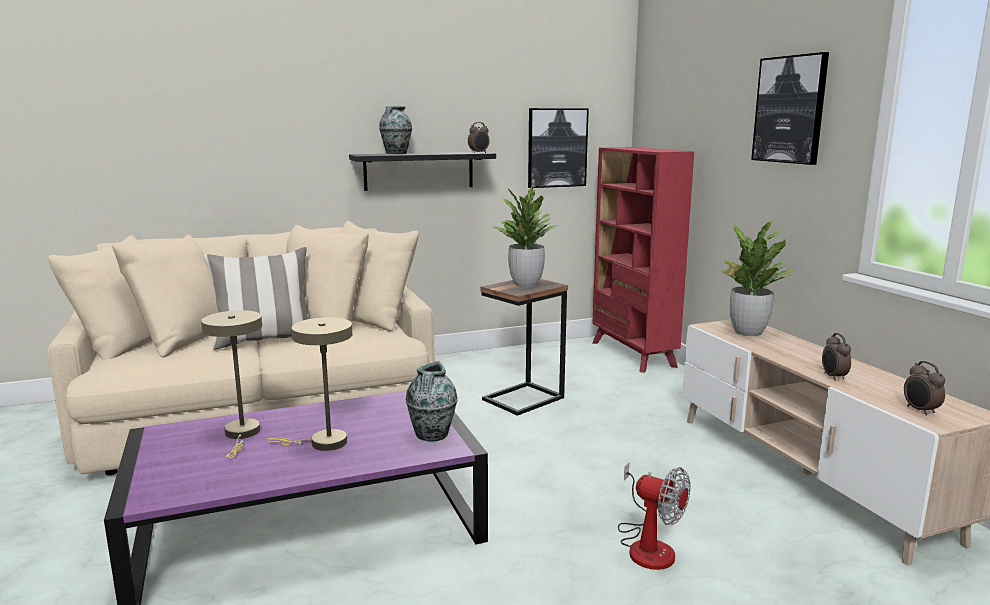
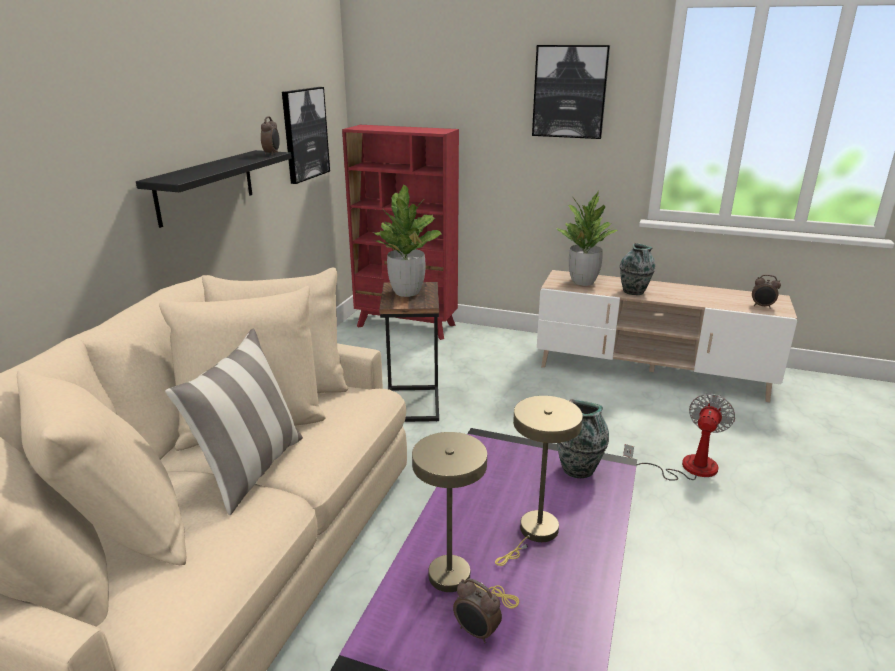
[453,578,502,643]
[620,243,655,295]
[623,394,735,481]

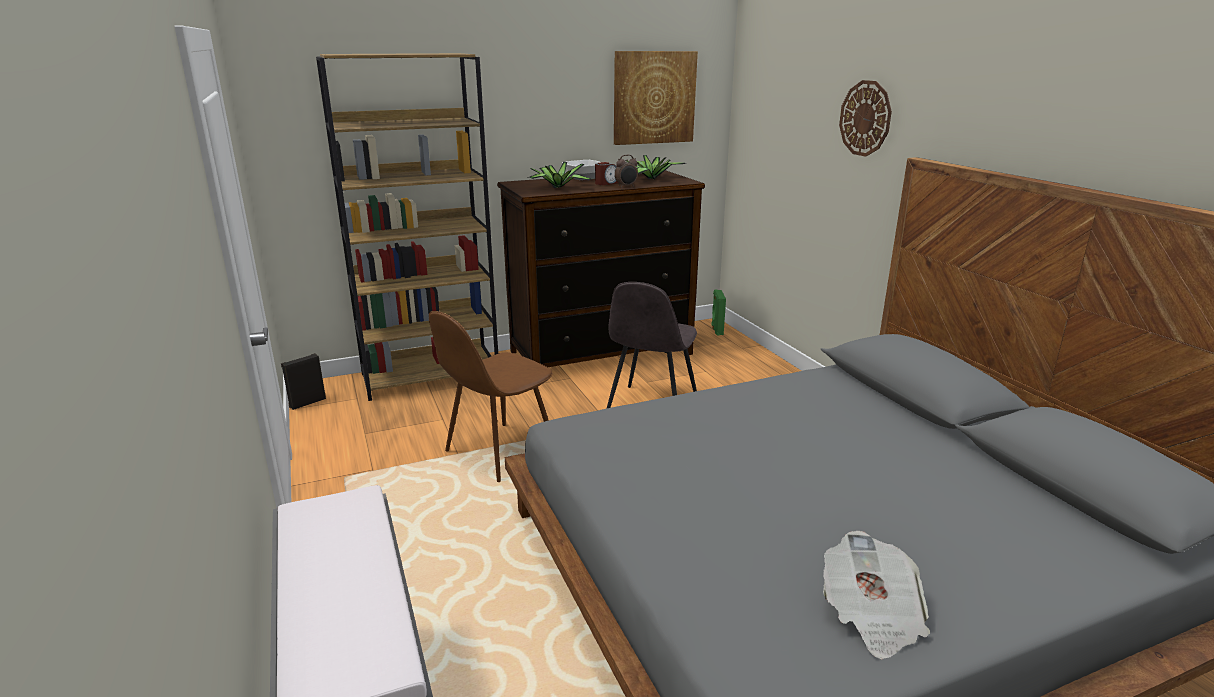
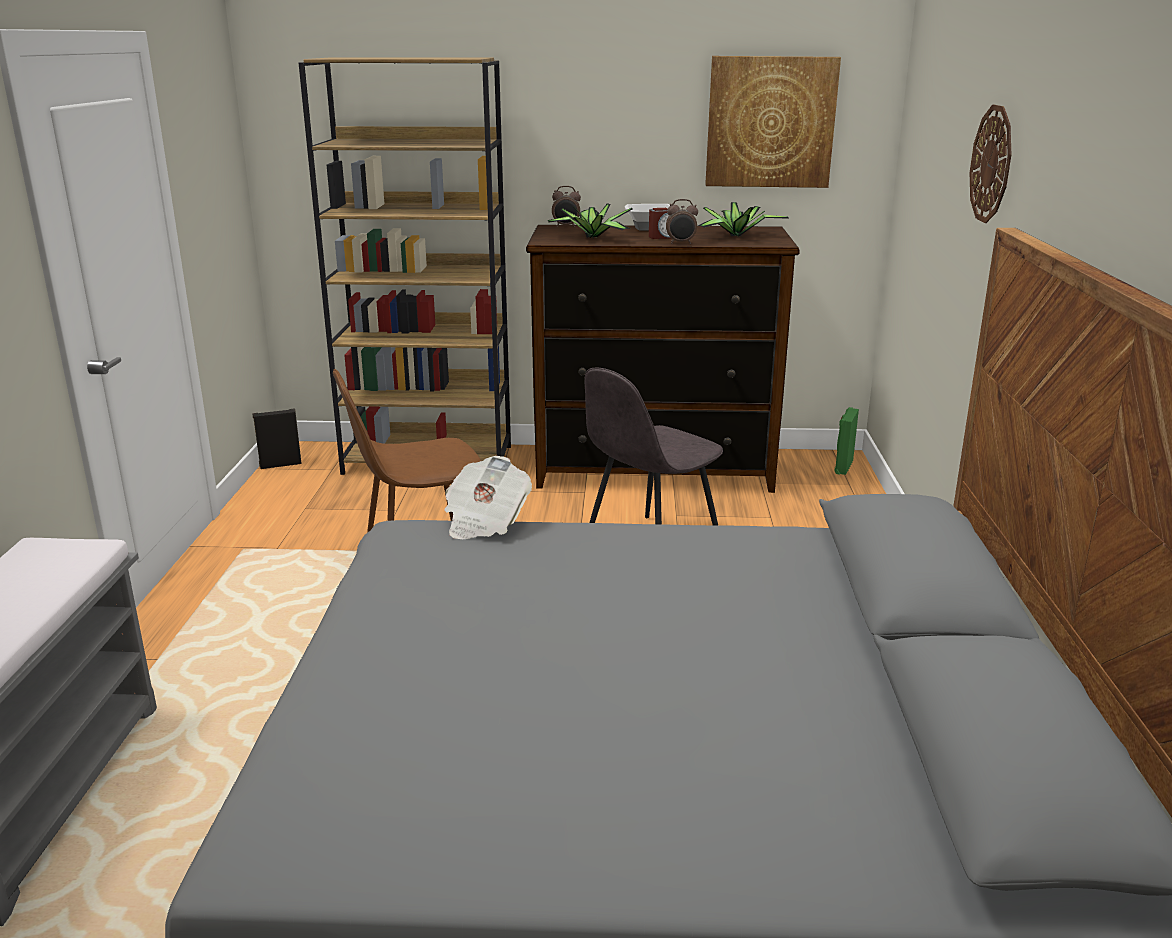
[444,456,532,539]
[552,186,581,227]

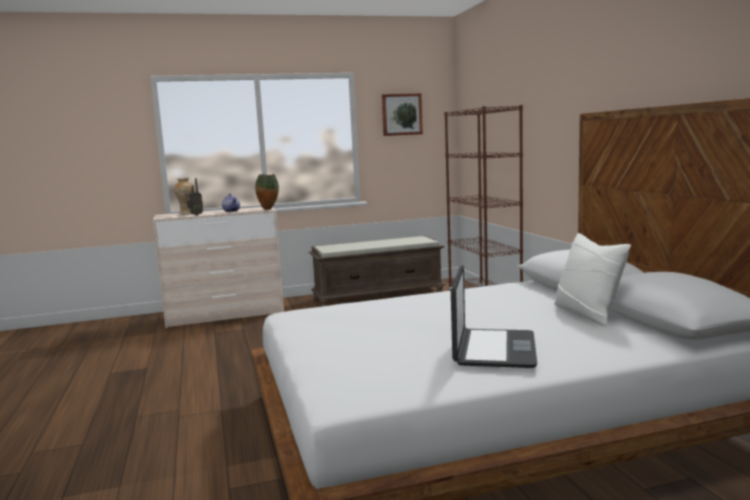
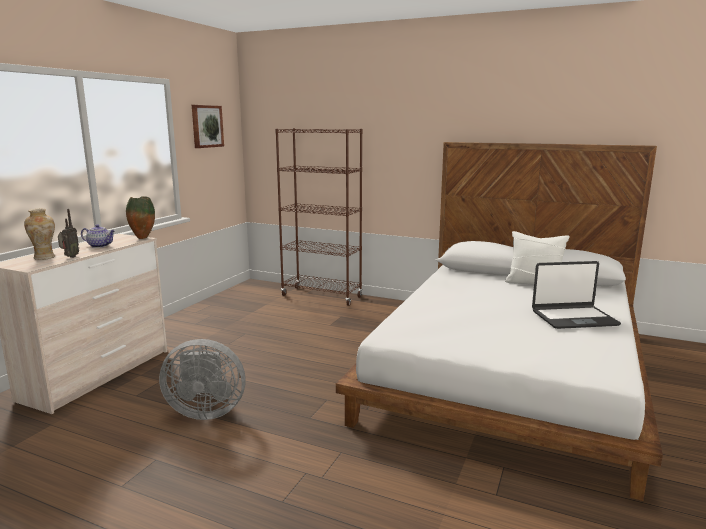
[159,339,246,420]
[532,261,621,329]
[309,236,445,307] (first image)

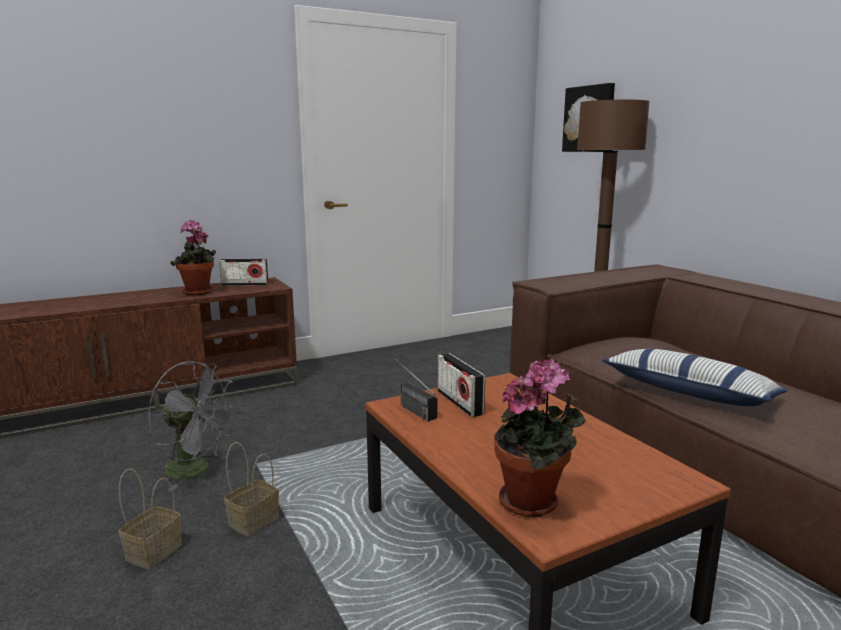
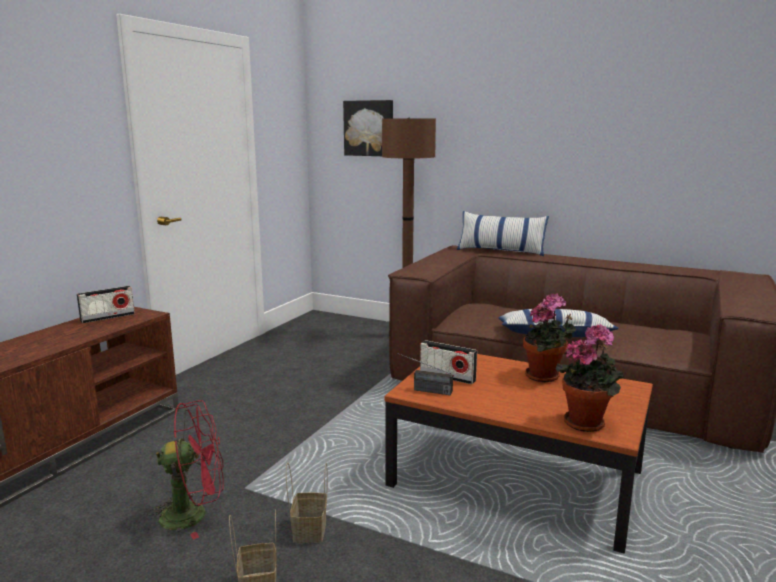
[147,400,224,540]
[457,211,549,256]
[523,293,576,382]

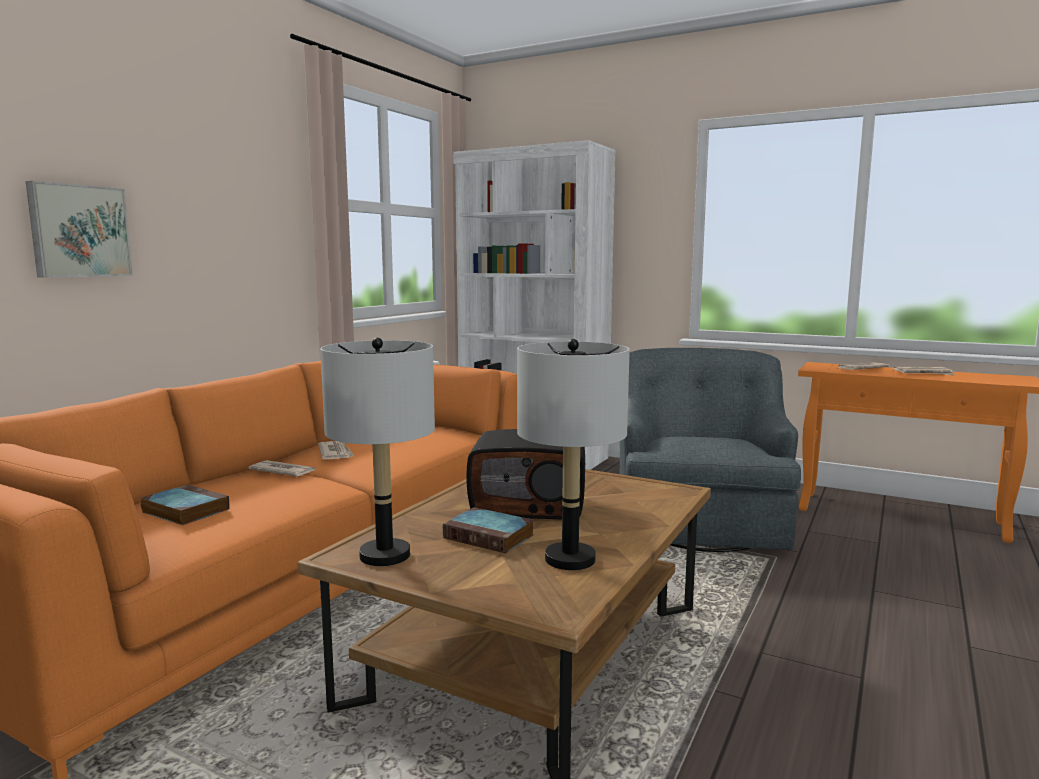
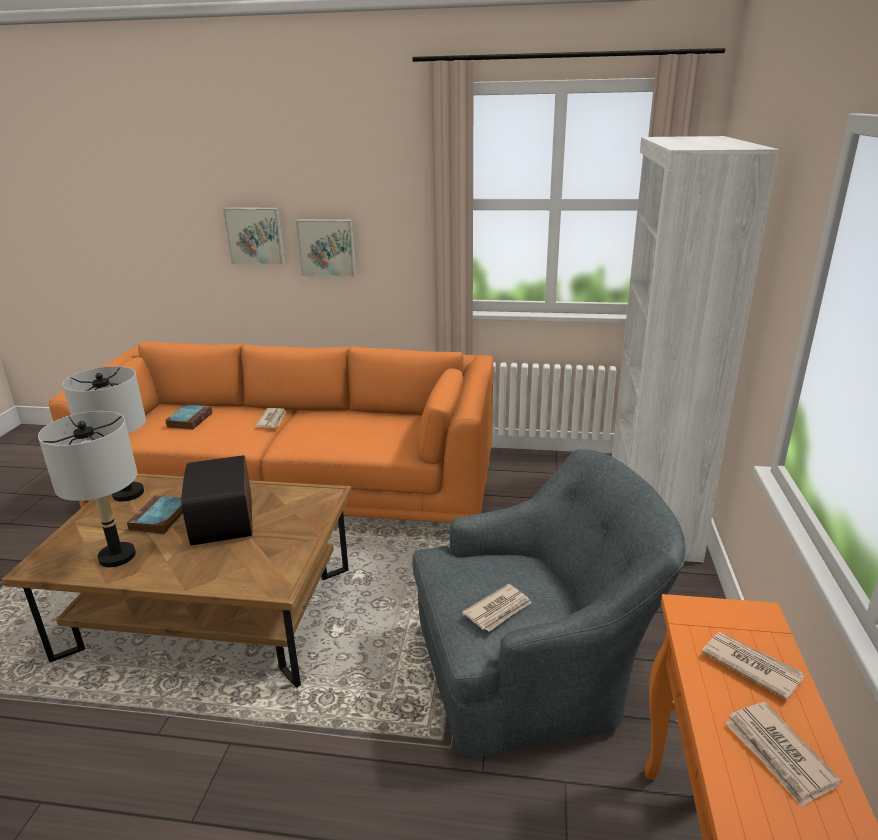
[296,219,356,277]
[462,584,532,632]

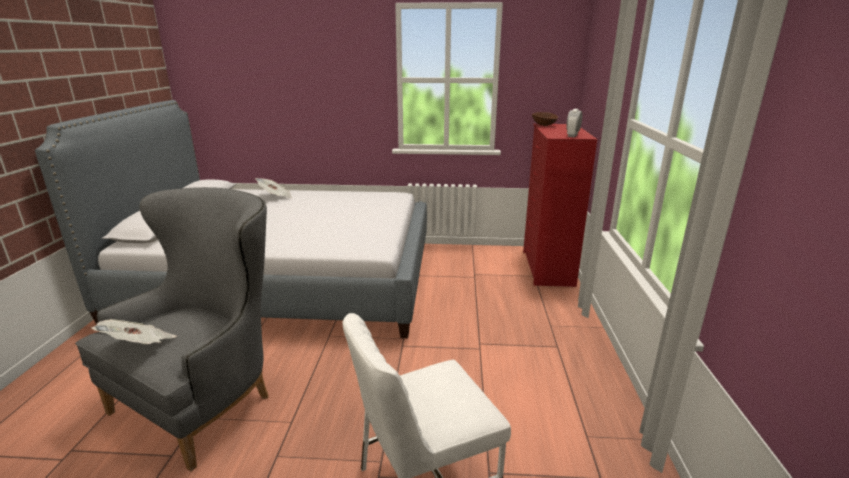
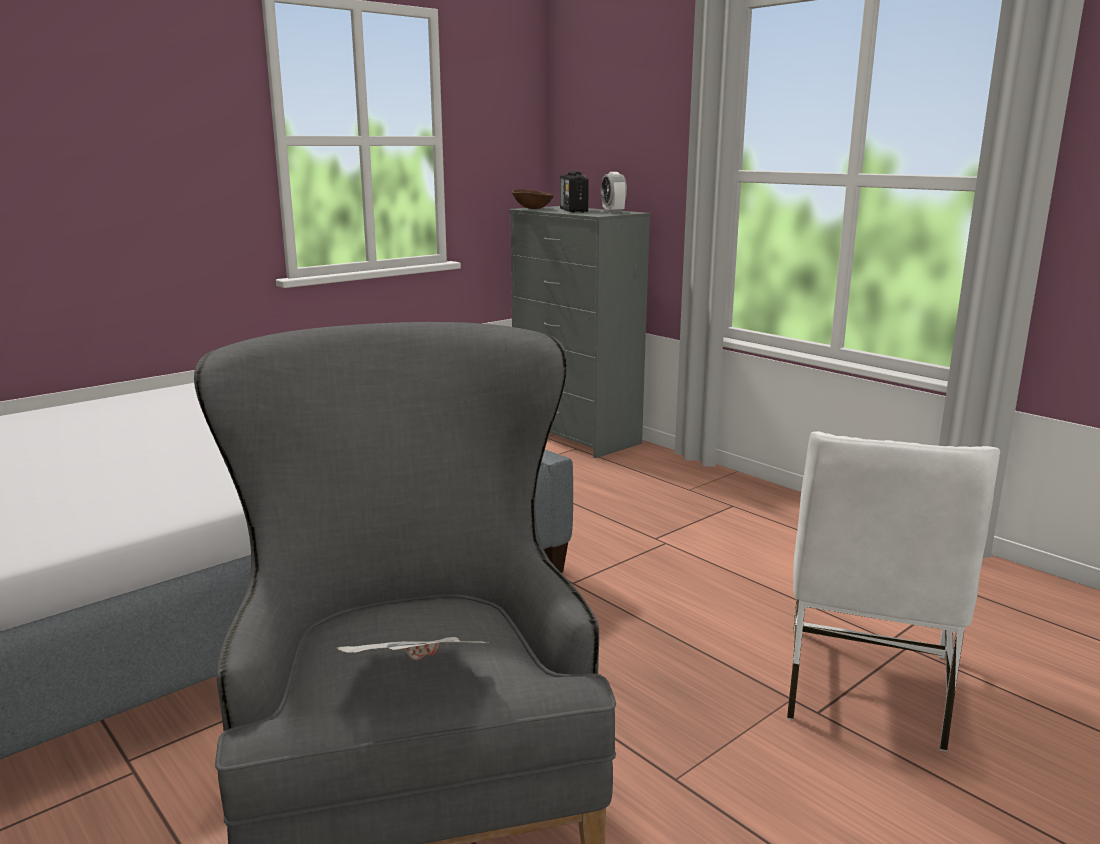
[508,206,651,458]
[560,171,589,212]
[255,178,292,198] (first image)

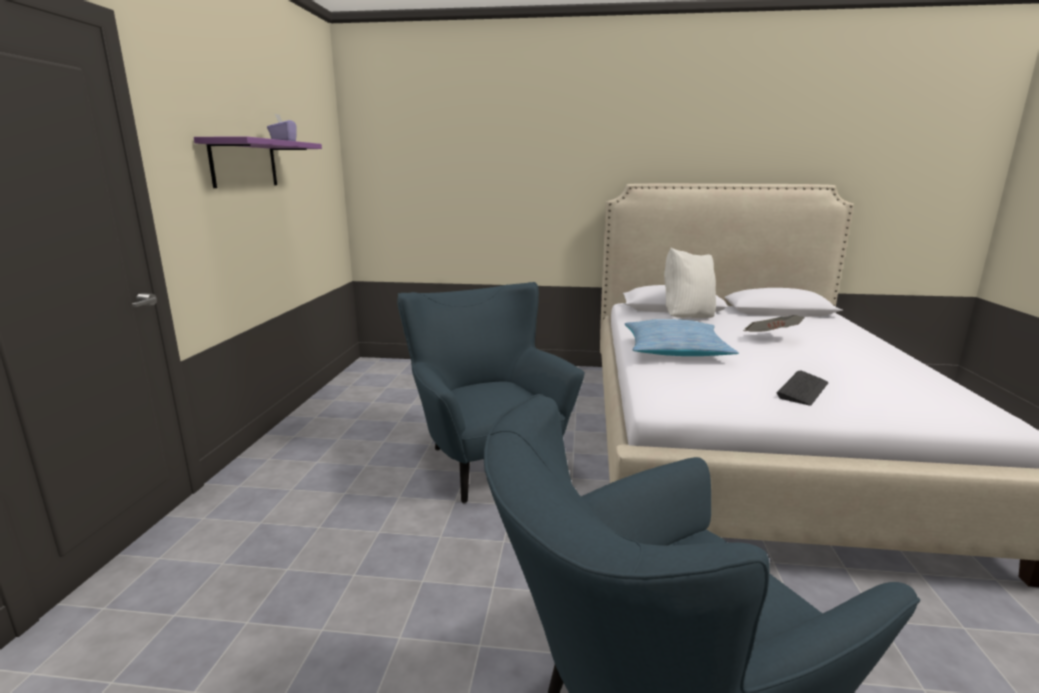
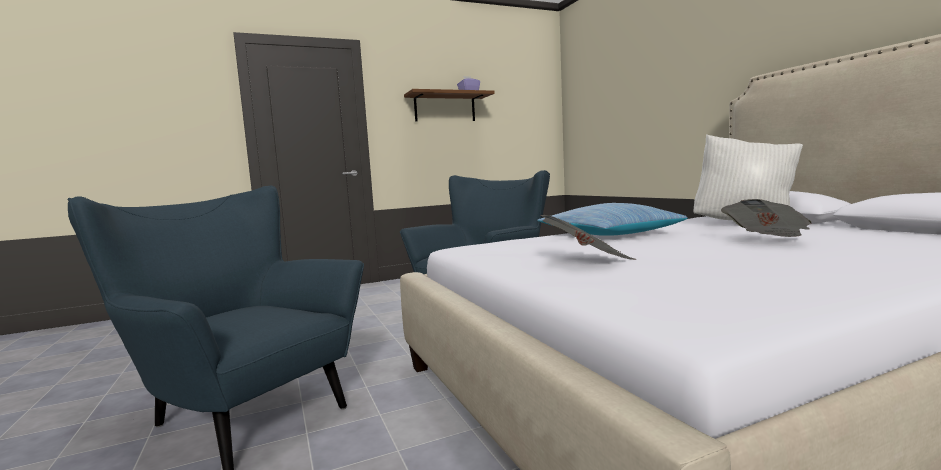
[404,89,495,121]
[540,215,636,260]

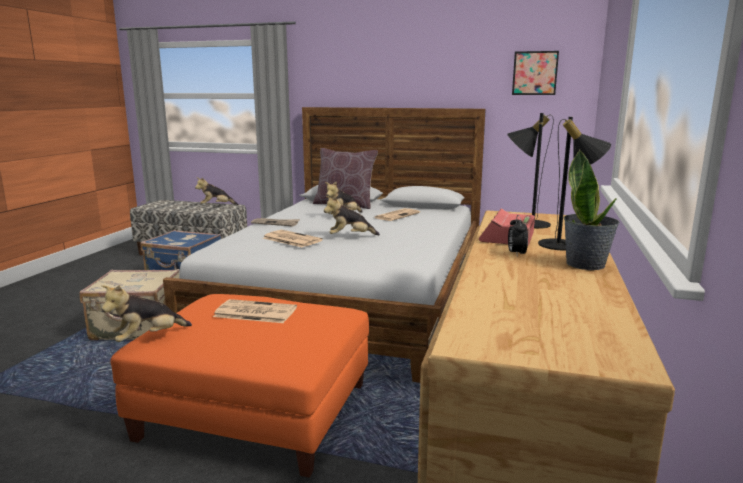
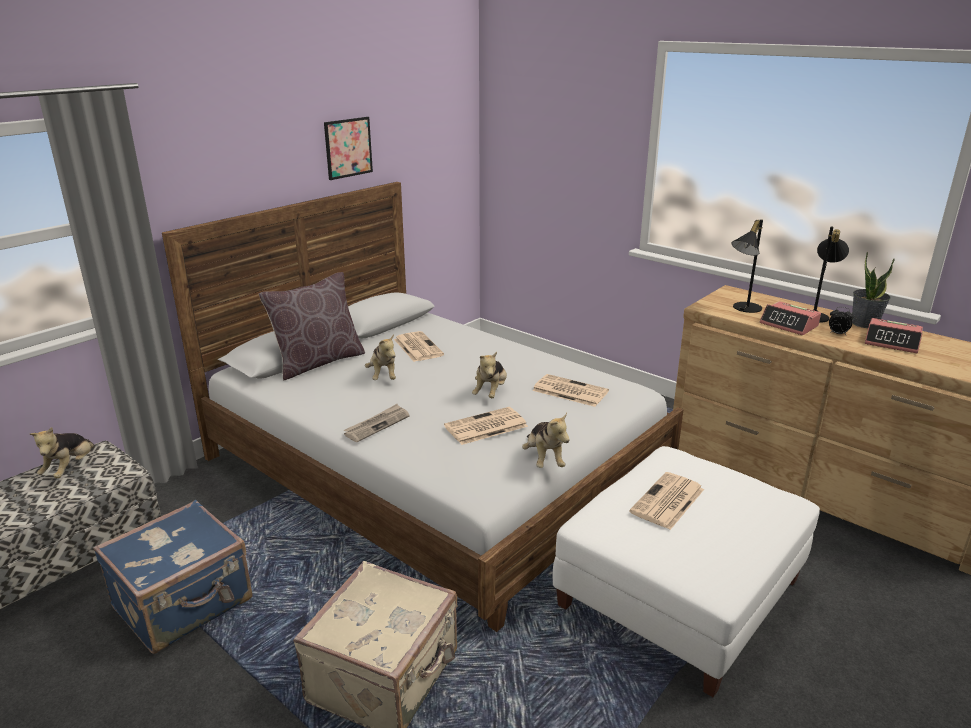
[324,117,373,180]
[522,413,570,468]
[532,374,609,407]
[553,446,820,697]
[864,318,923,353]

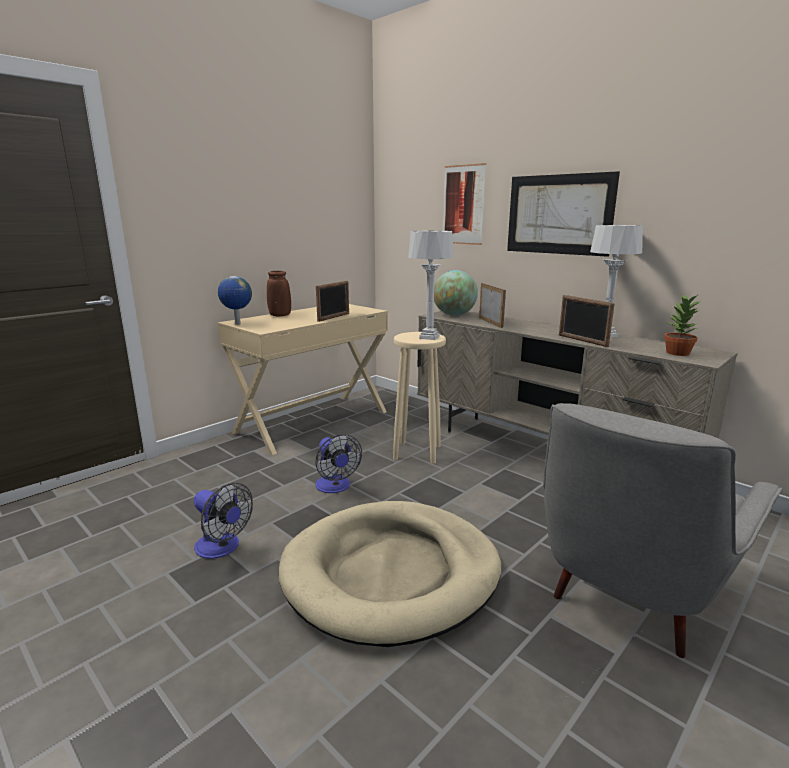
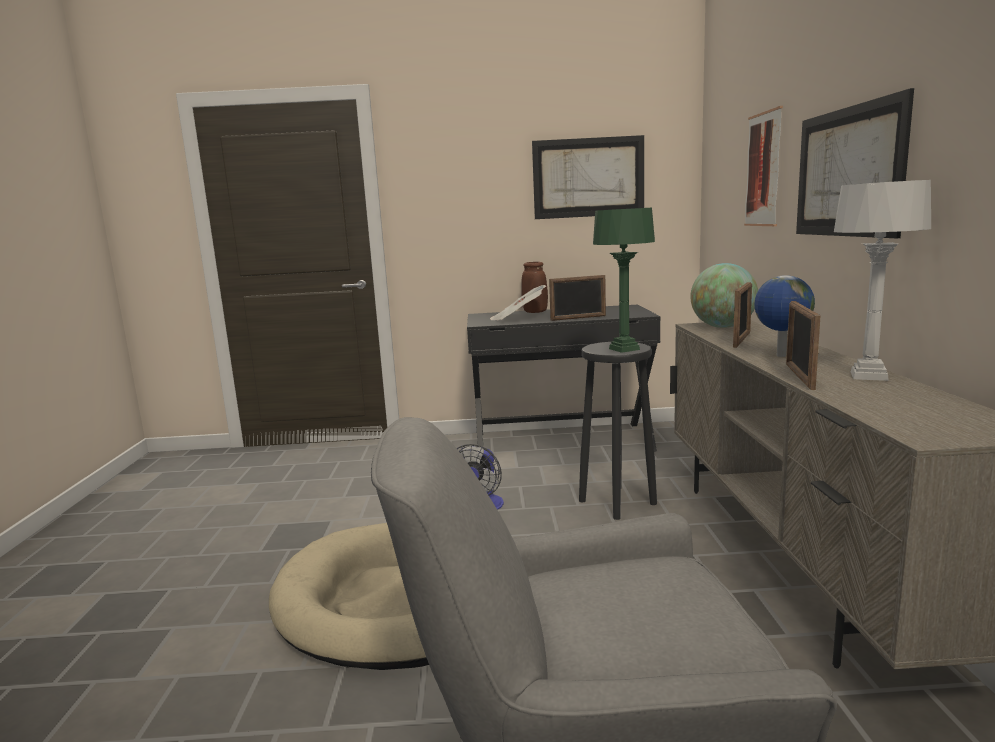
[467,304,661,451]
[490,285,546,320]
[532,135,644,219]
[579,342,657,520]
[593,208,655,353]
[754,275,815,357]
[194,483,253,559] (first image)
[664,294,700,356] (first image)

